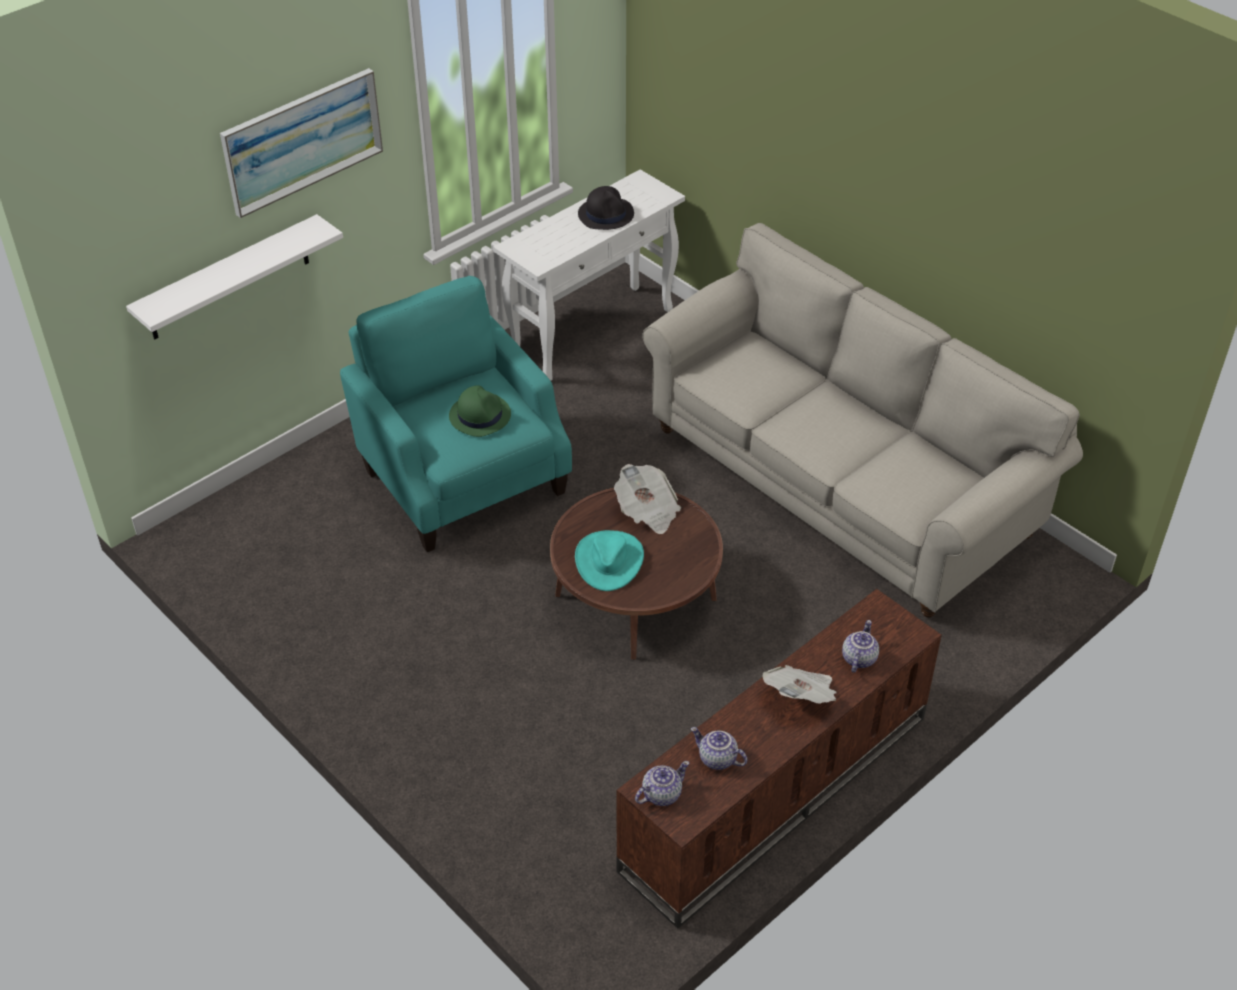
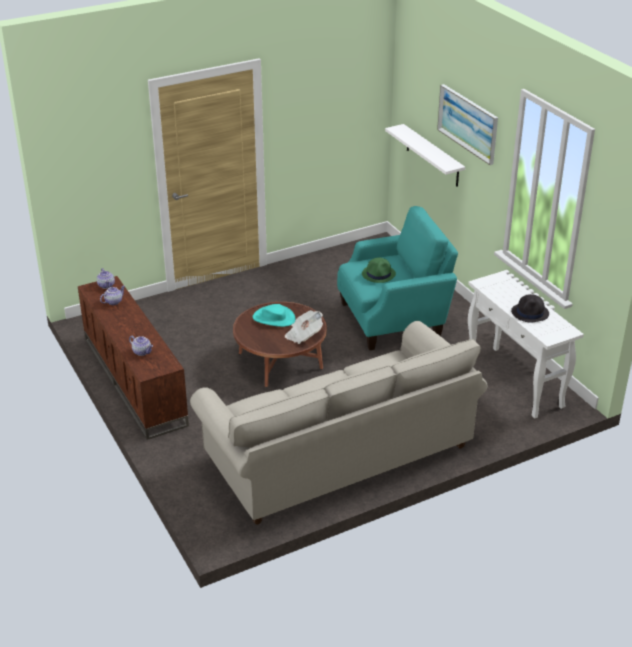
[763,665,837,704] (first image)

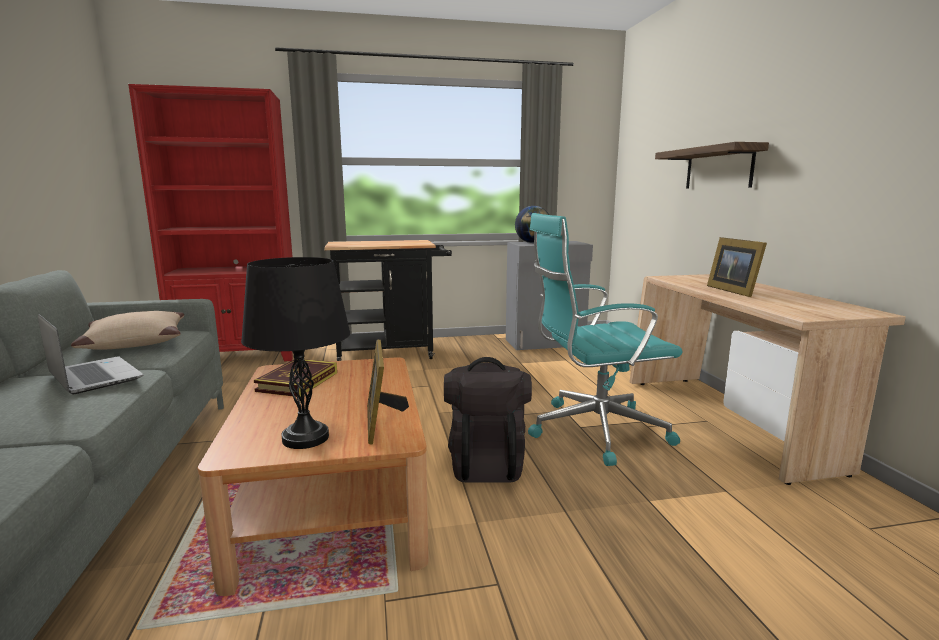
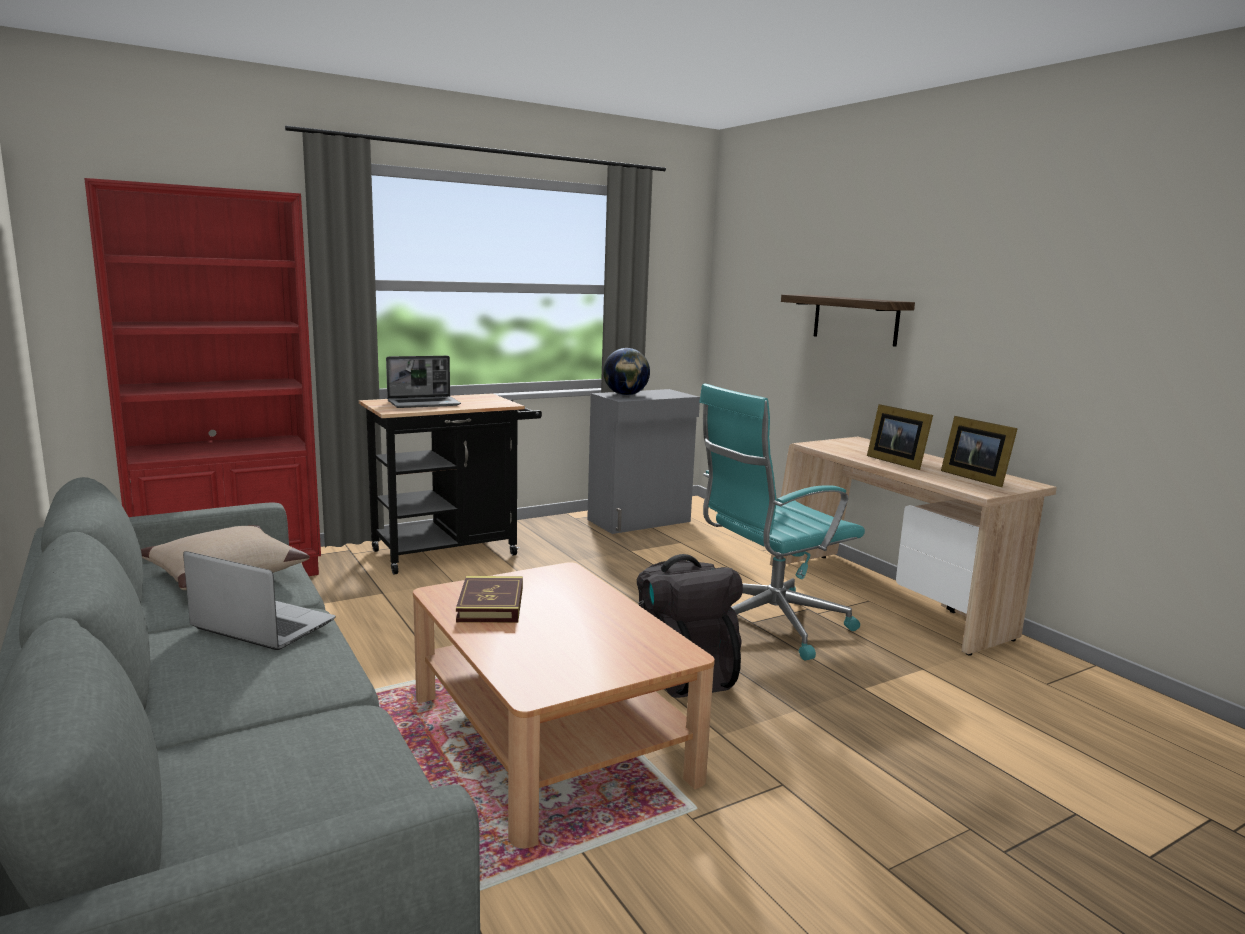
[386,356,461,408]
[941,416,1018,487]
[241,257,350,449] (first image)

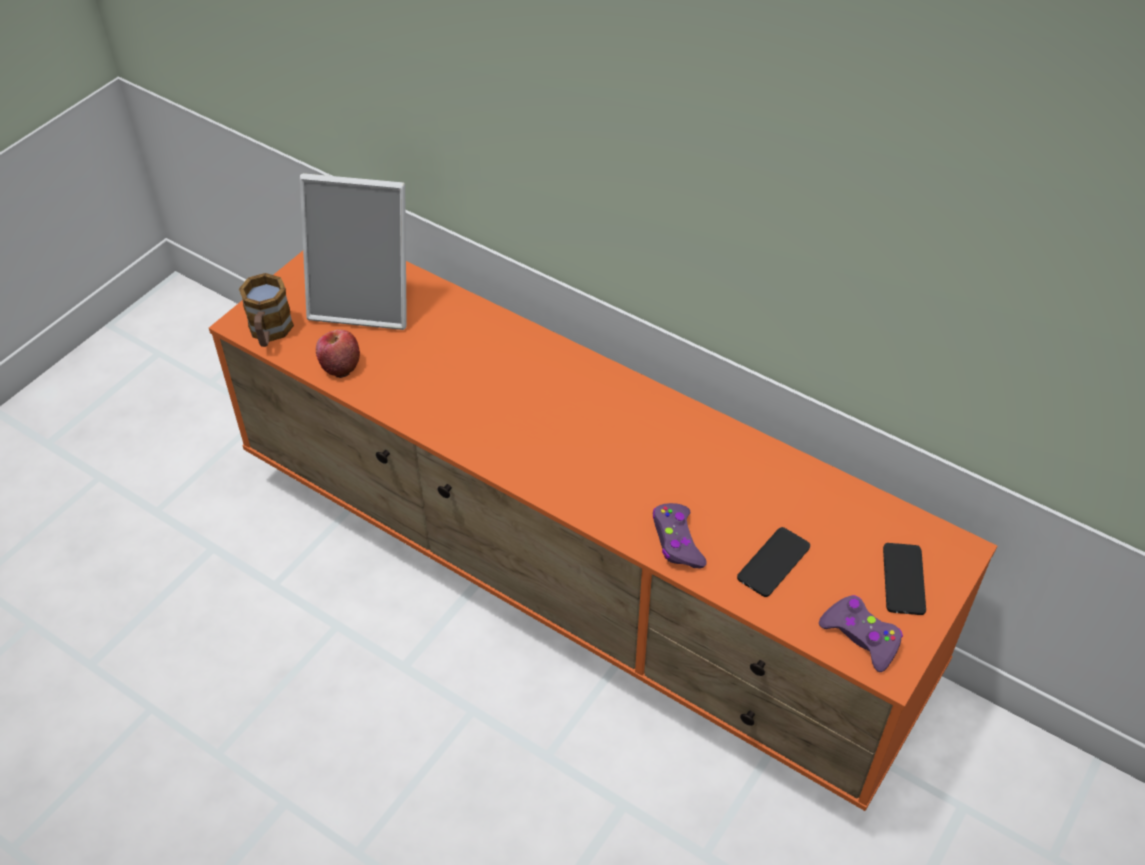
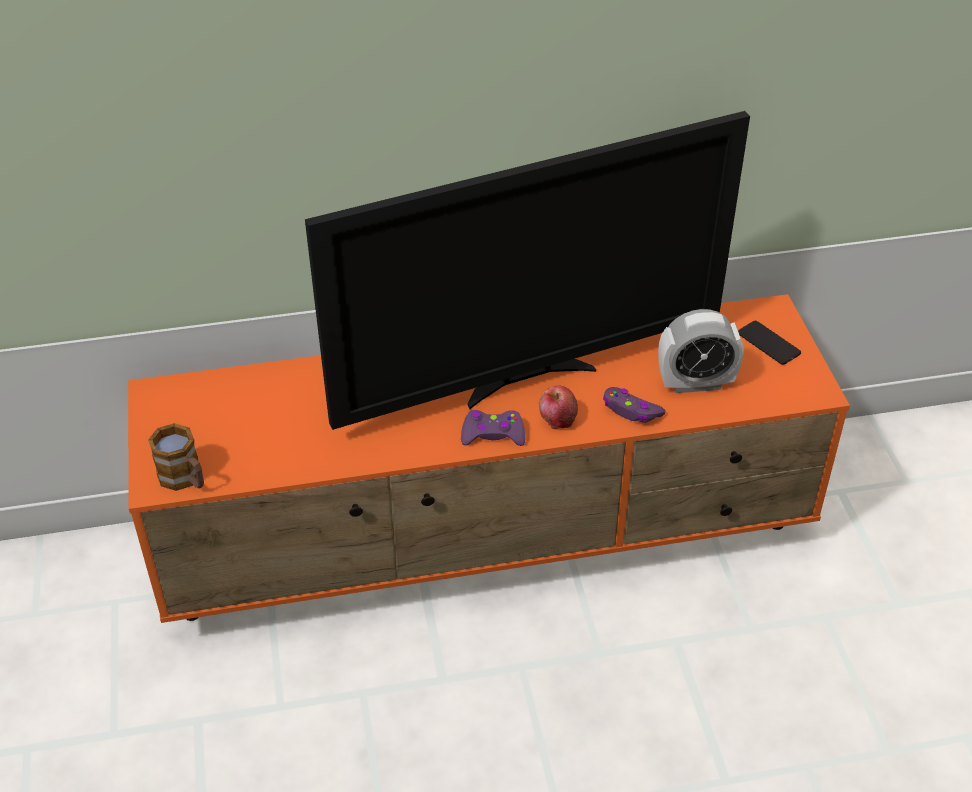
[305,111,750,430]
[461,410,525,446]
[539,386,578,429]
[658,309,743,393]
[300,173,407,330] (first image)

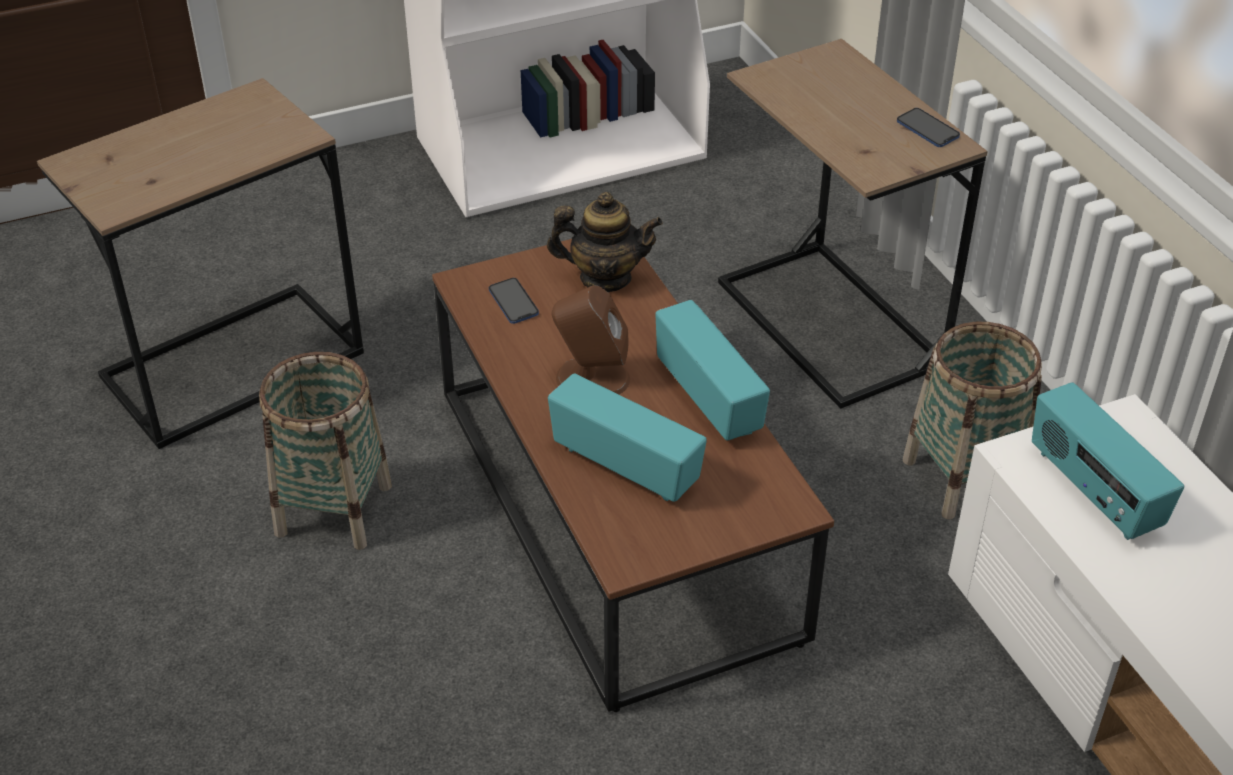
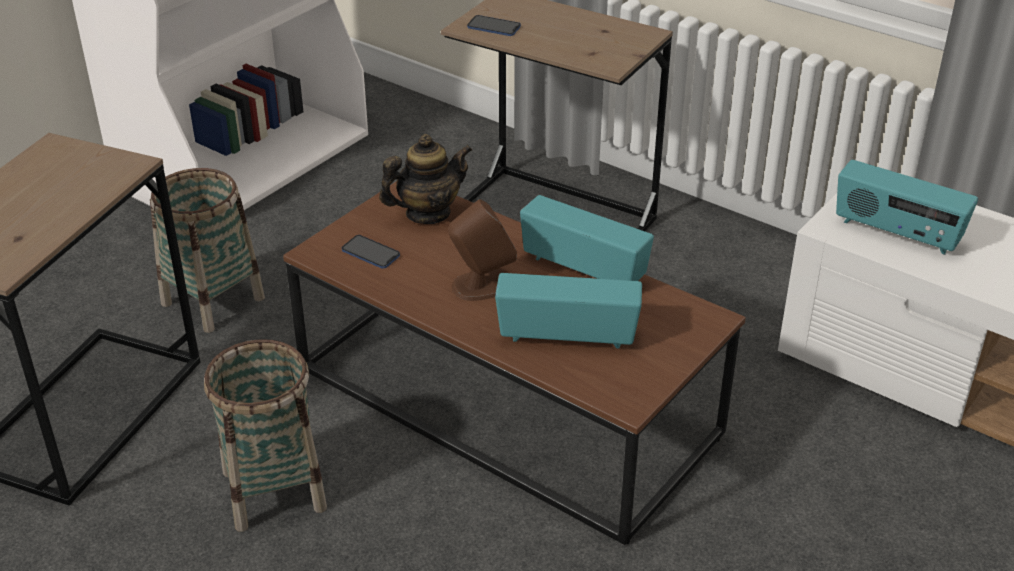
[150,168,265,333]
[467,15,521,36]

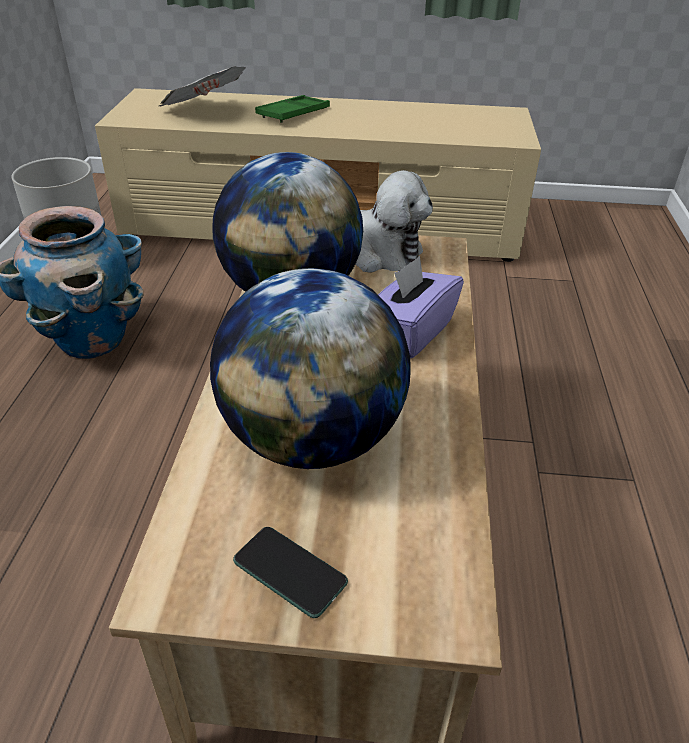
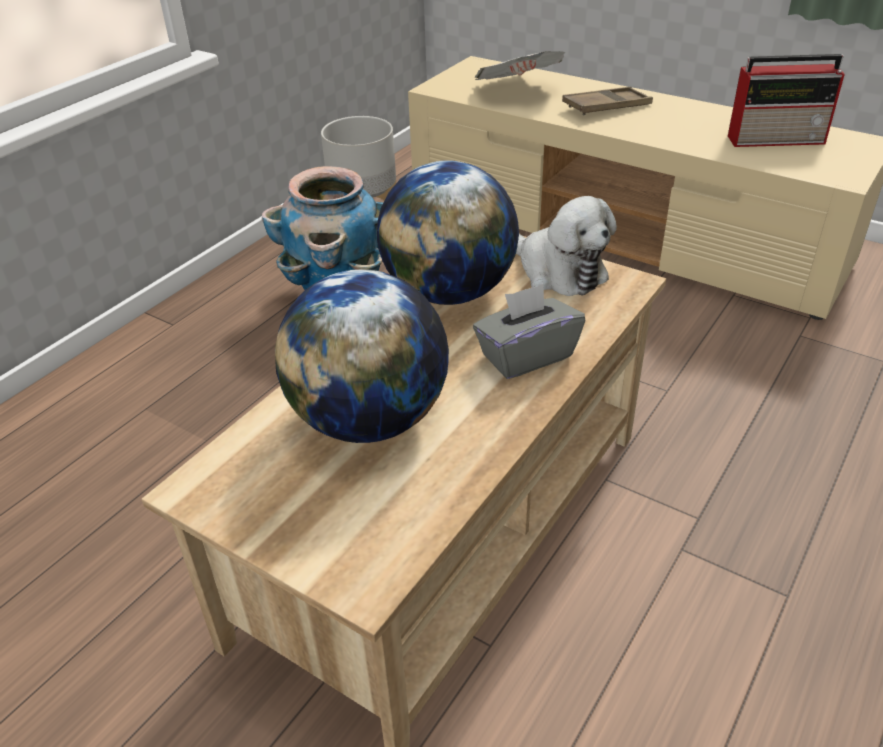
[473,284,586,379]
[562,87,653,115]
[728,54,845,147]
[233,527,348,618] (first image)

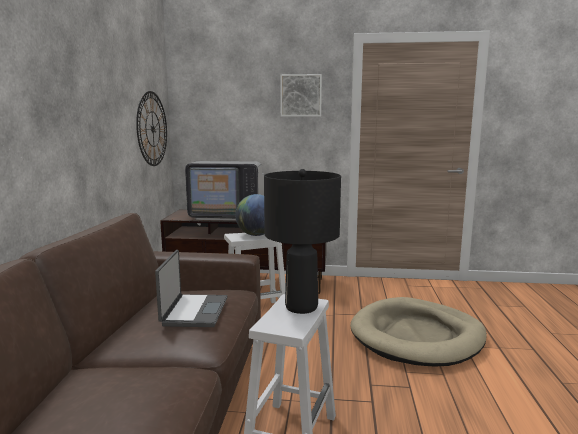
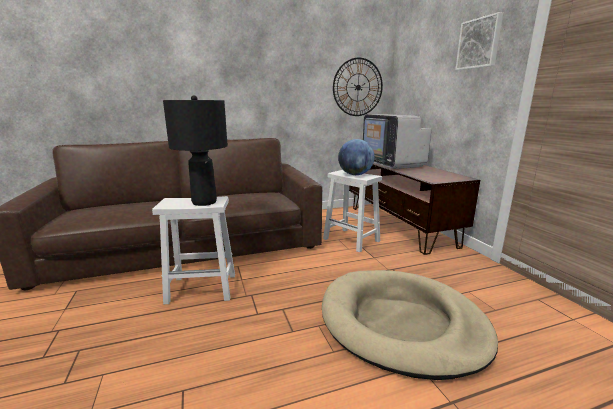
[155,250,228,327] (first image)

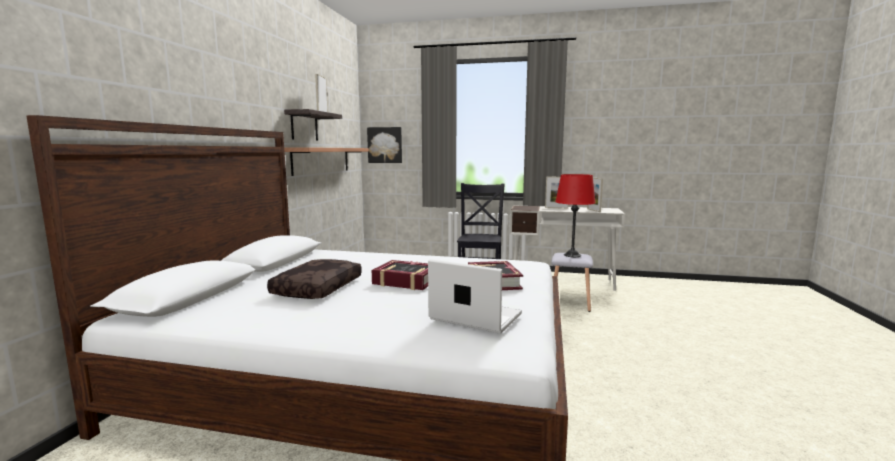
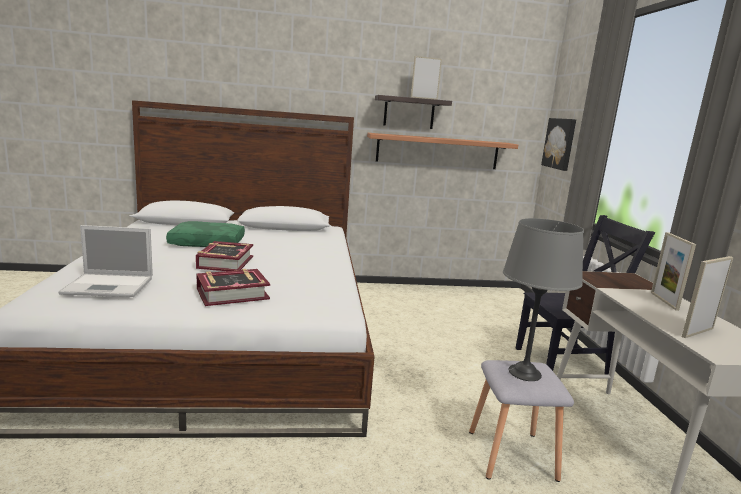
[58,225,153,297]
[166,221,245,247]
[503,218,584,381]

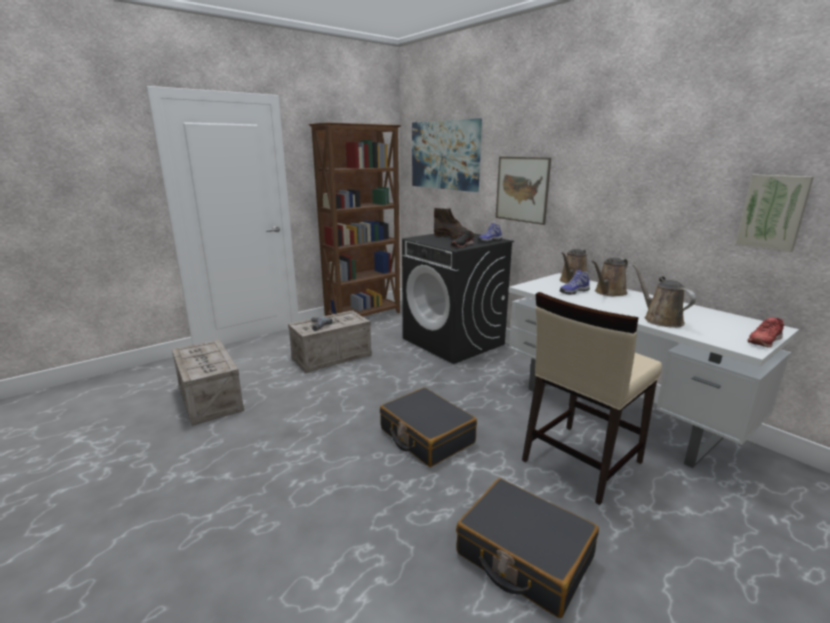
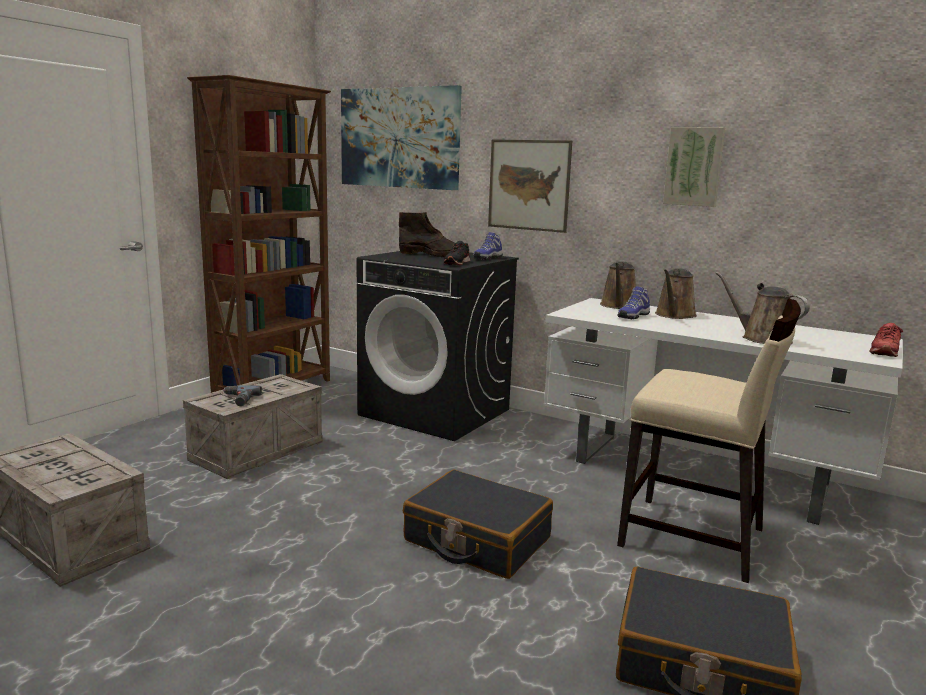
[617,298,801,583]
[663,127,725,207]

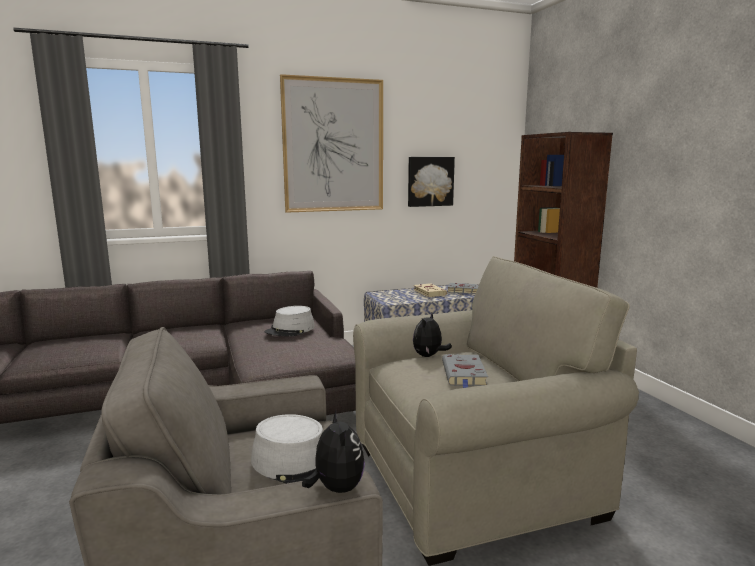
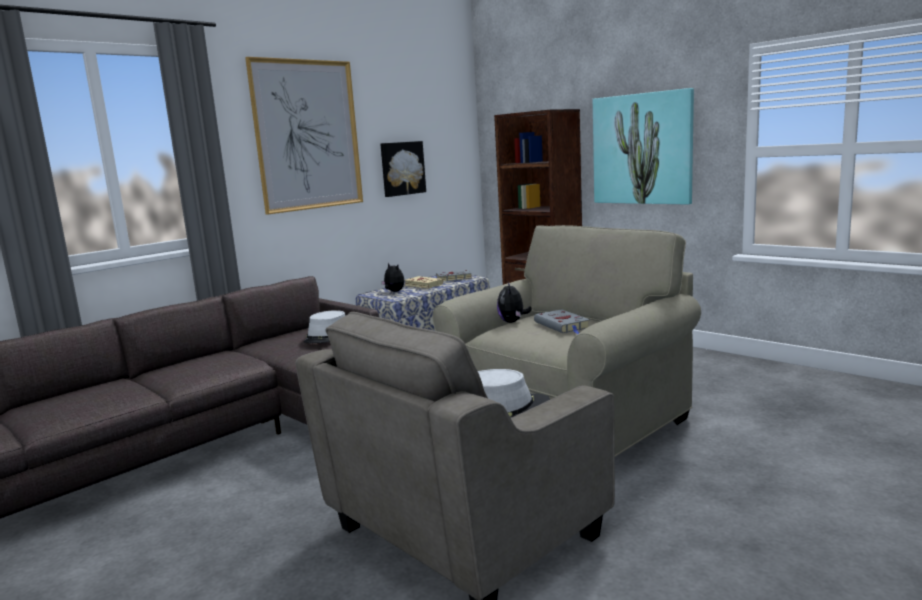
[381,263,405,292]
[593,88,694,205]

